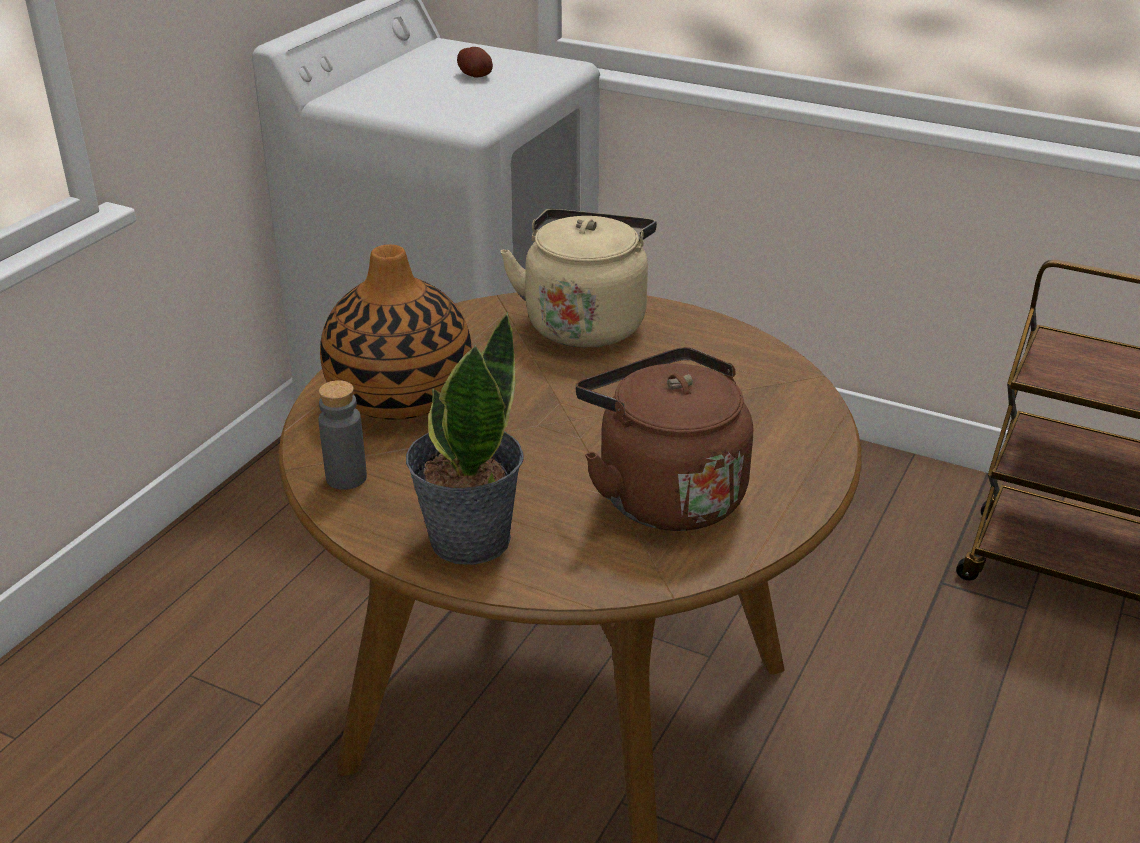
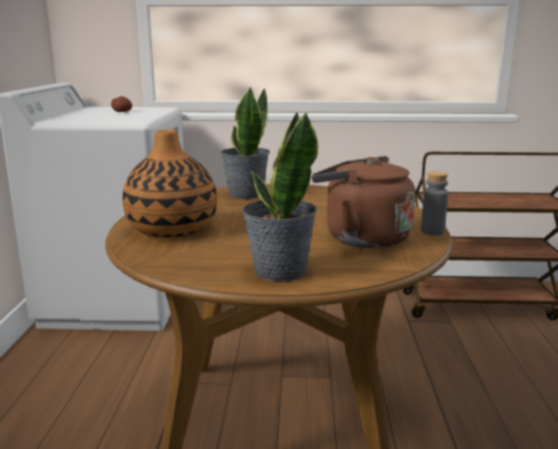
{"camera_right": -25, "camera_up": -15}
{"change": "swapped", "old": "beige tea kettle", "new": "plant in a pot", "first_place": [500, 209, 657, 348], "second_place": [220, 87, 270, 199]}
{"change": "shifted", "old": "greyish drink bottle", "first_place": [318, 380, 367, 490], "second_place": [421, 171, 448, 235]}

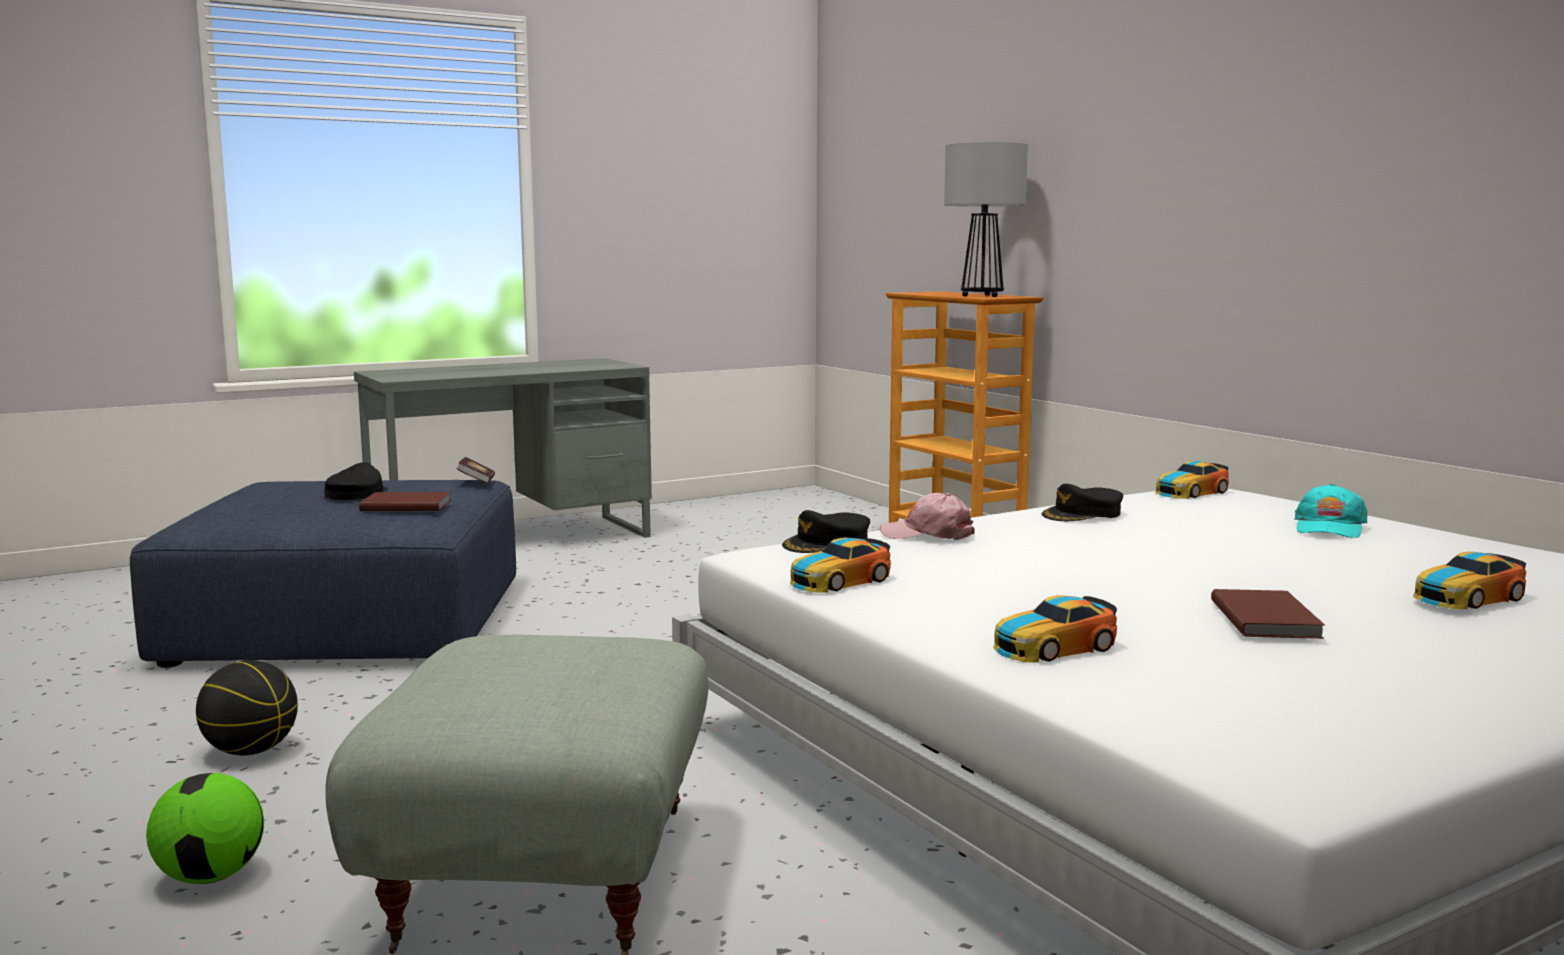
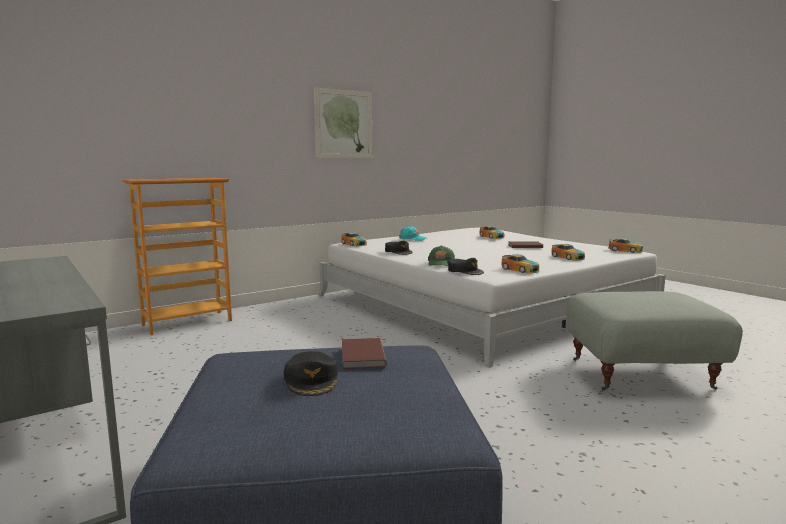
{"camera_right": -95, "camera_up": 0}
{"change": "gone", "old": "table lamp", "first_place": [944, 142, 1028, 297]}
{"change": "gone", "old": "book", "first_place": [456, 457, 495, 483]}
{"change": "rotated", "old": "black-coloured peaked cap", "first_place": [324, 462, 389, 500], "second_place": [284, 351, 338, 396], "degrees": -105}
{"change": "repainted", "old": "pink peaked cap", "new": "greenish peaked cap", "first_place": [880, 493, 975, 540], "second_place": [428, 245, 455, 266]}
{"change": "gone", "old": "basketball ball", "first_place": [196, 660, 298, 755]}
{"change": "gone", "old": "football", "first_place": [146, 773, 264, 884]}
{"change": "new", "new": "wall art", "second_place": [314, 88, 372, 158]}
{"change": "new", "new": "miniature car", "second_place": [608, 238, 643, 253]}

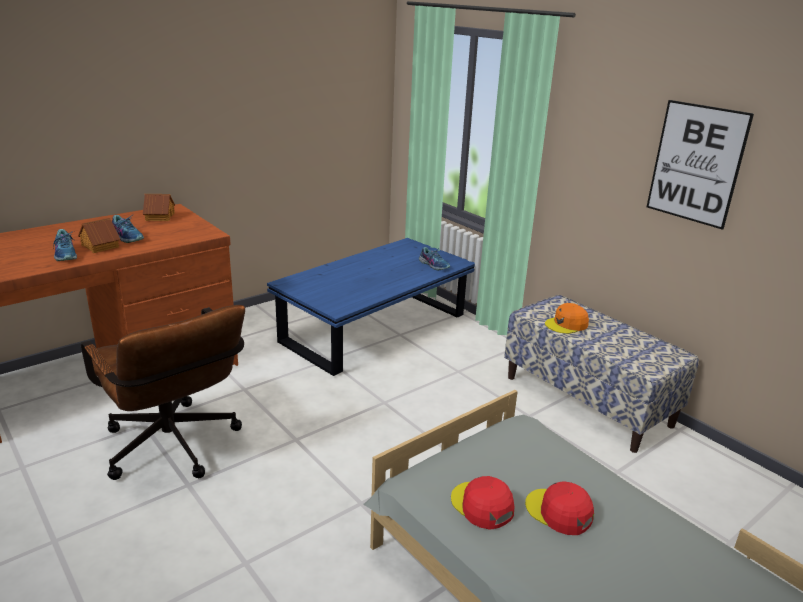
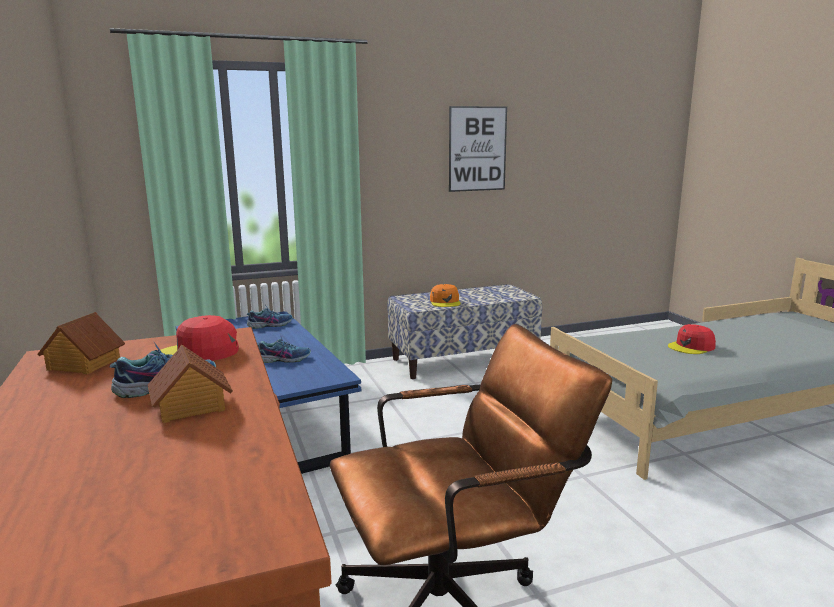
{"camera_right": -70, "camera_up": -10}
{"change": "shifted", "old": "item of footwear", "first_place": [53, 229, 77, 261], "second_place": [257, 334, 311, 363]}
{"change": "shifted", "old": "red peaked cap", "first_place": [451, 476, 514, 529], "second_place": [160, 315, 239, 361]}

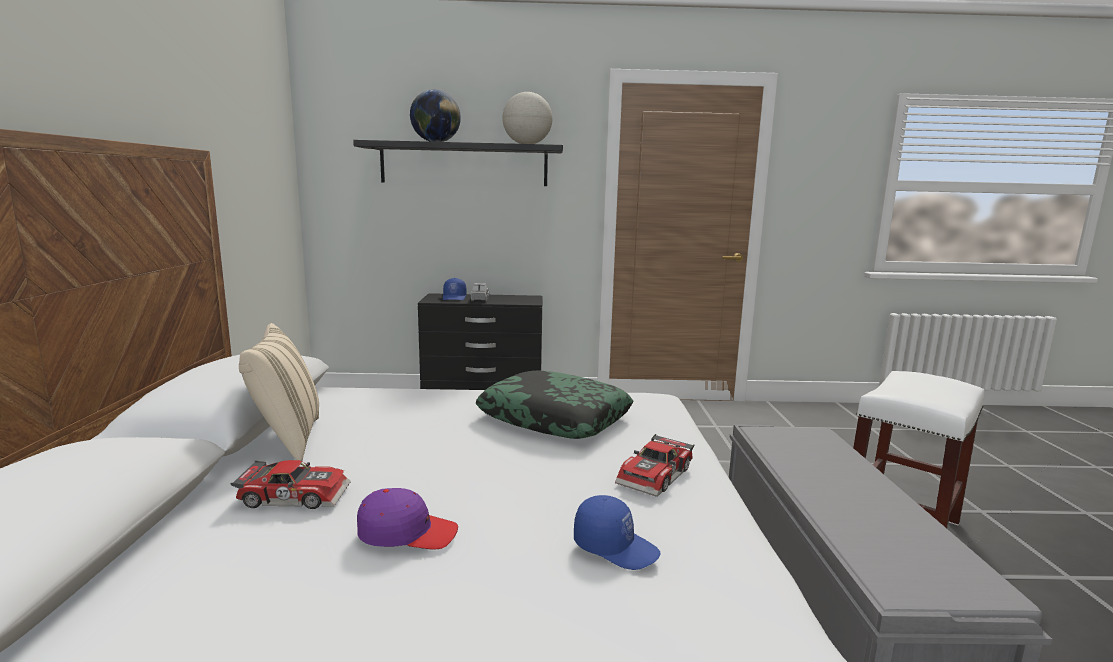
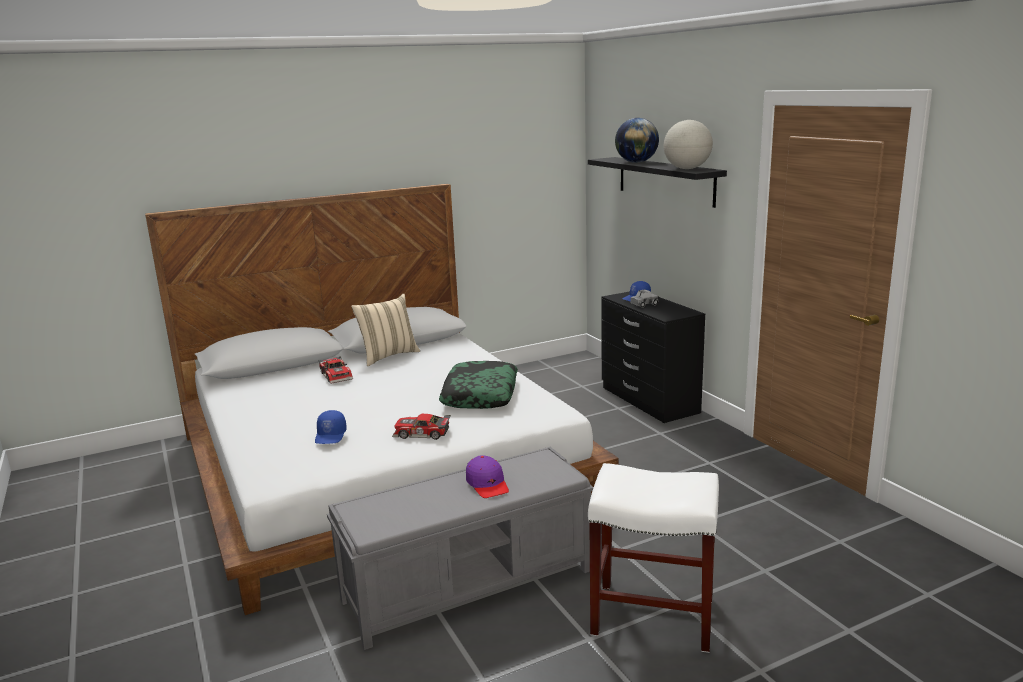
{"camera_right": 65, "camera_up": 5}
{"change": "shifted", "old": "purple-coloured peaked cap", "first_place": [357, 488, 458, 549], "second_place": [466, 456, 509, 498]}

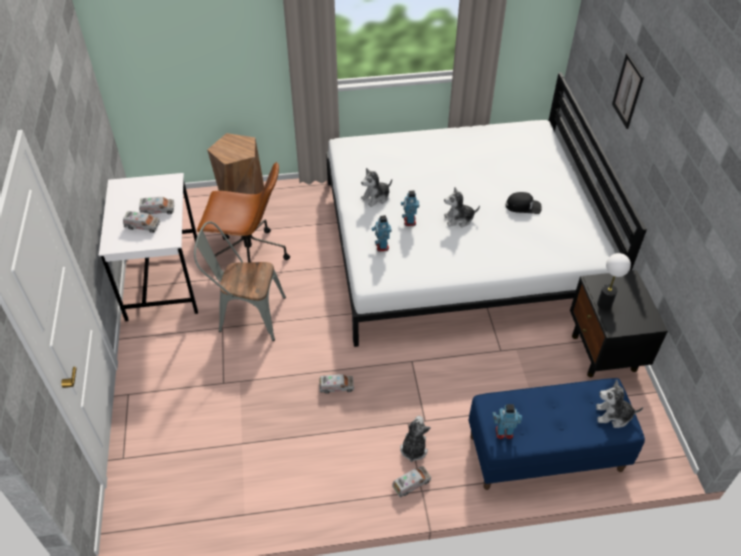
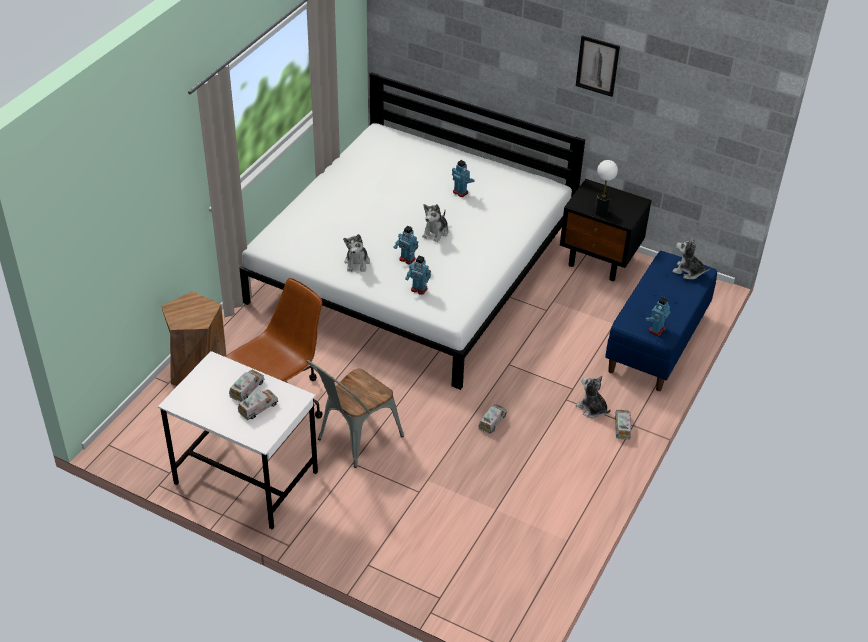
{"camera_right": -55, "camera_up": -5}
{"change": "shifted", "old": "wall art", "first_place": [612, 53, 644, 129], "second_place": [576, 35, 620, 97]}
{"change": "swapped", "old": "black-coloured peaked cap", "new": "toy robot", "first_place": [506, 192, 542, 214], "second_place": [452, 160, 475, 197]}
{"change": "rotated", "old": "cuddly toy", "first_place": [596, 379, 643, 428], "second_place": [672, 237, 711, 280], "degrees": 75}

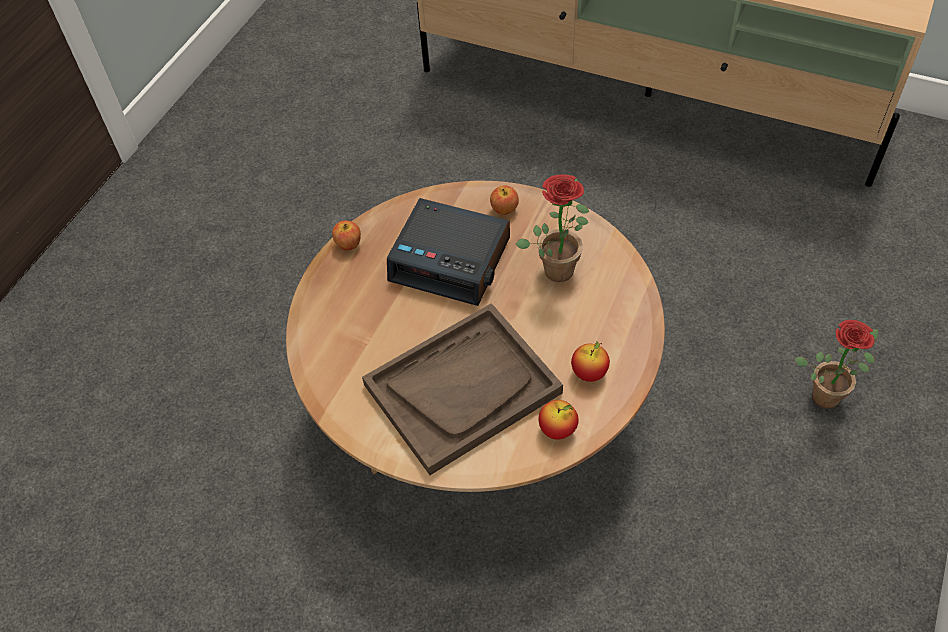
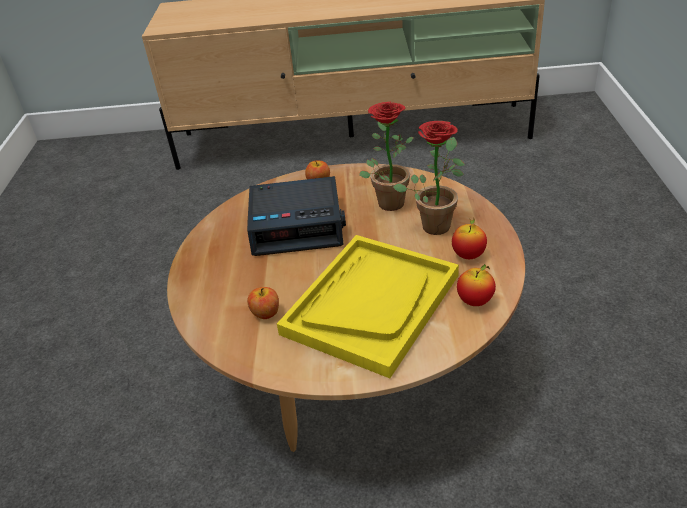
{"camera_right": -25, "camera_up": -15}
{"change": "shifted", "old": "apple", "first_place": [332, 220, 361, 250], "second_place": [247, 287, 279, 319]}
{"change": "repainted", "old": "brown tray", "new": "yellowish tray", "first_place": [362, 303, 563, 475], "second_place": [277, 235, 459, 378]}
{"change": "shifted", "old": "plant in a pot", "first_place": [795, 320, 878, 409], "second_place": [393, 121, 465, 235]}

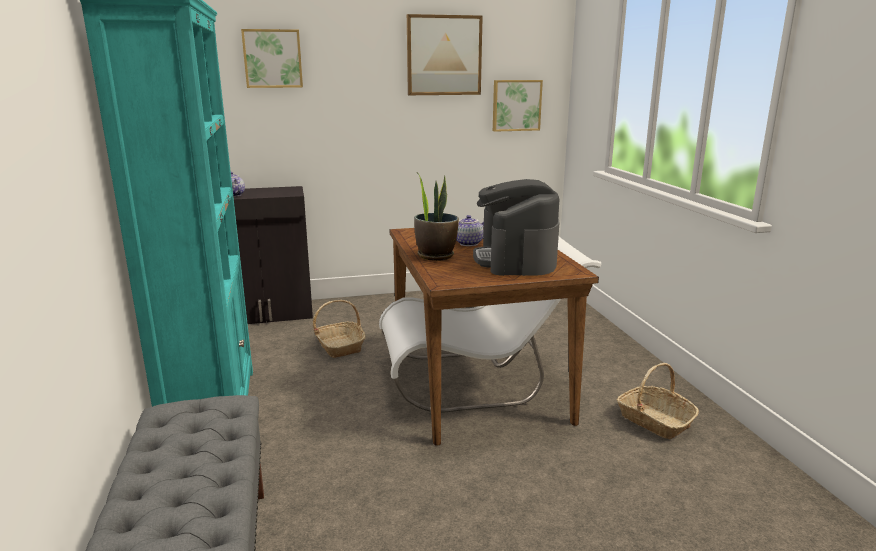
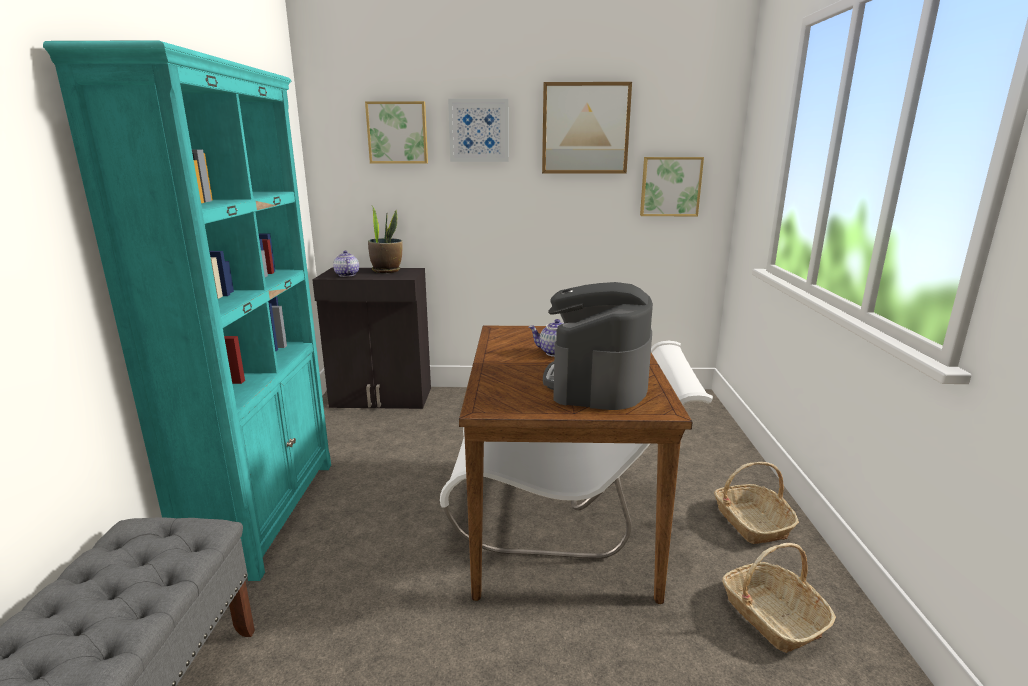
{"camera_right": 15, "camera_up": 0}
{"change": "shifted", "old": "plant in a pot", "first_place": [414, 175, 459, 261], "second_place": [368, 206, 403, 273]}
{"change": "shifted", "old": "household basket", "first_place": [313, 300, 366, 358], "second_place": [714, 462, 799, 544]}
{"change": "new", "new": "wall art", "second_place": [448, 99, 509, 162]}

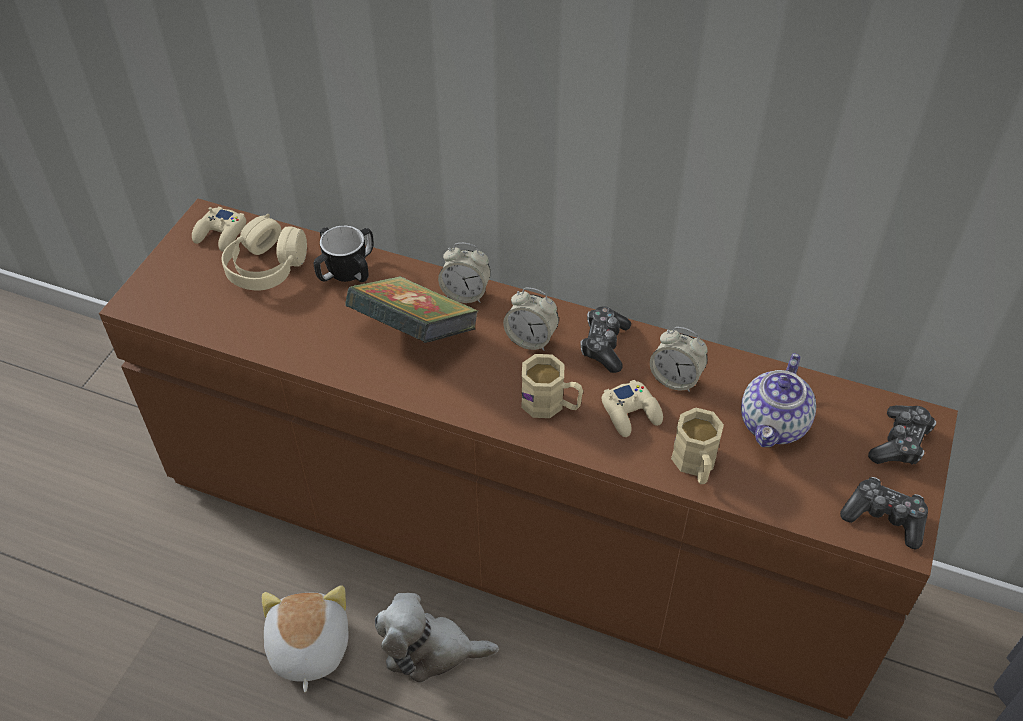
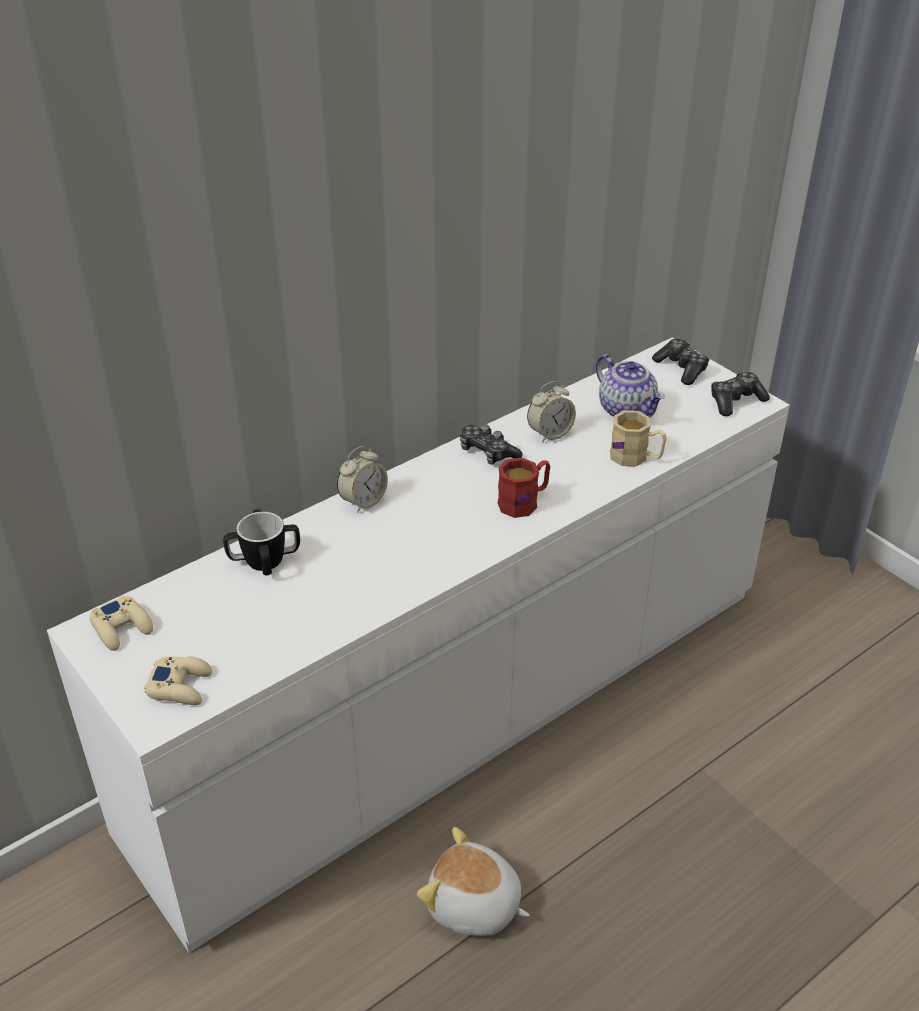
{"camera_right": -60, "camera_up": -10}
{"change": "repainted", "old": "brown dresser", "new": "white dresser", "first_place": [99, 199, 958, 719], "second_place": [47, 337, 790, 953]}
{"change": "gone", "old": "beige headphones", "first_place": [222, 214, 307, 291]}
{"change": "gone", "old": "book", "first_place": [346, 276, 478, 343]}
{"change": "gone", "old": "alarm clock", "first_place": [503, 288, 559, 351]}
{"change": "repainted", "old": "beige tea mug", "new": "red tea mug", "first_place": [521, 354, 583, 418], "second_place": [498, 458, 550, 518]}
{"change": "shifted", "old": "beige joypad", "first_place": [602, 380, 663, 437], "second_place": [144, 656, 212, 705]}
{"change": "gone", "old": "cuddly toy", "first_place": [375, 593, 499, 683]}

